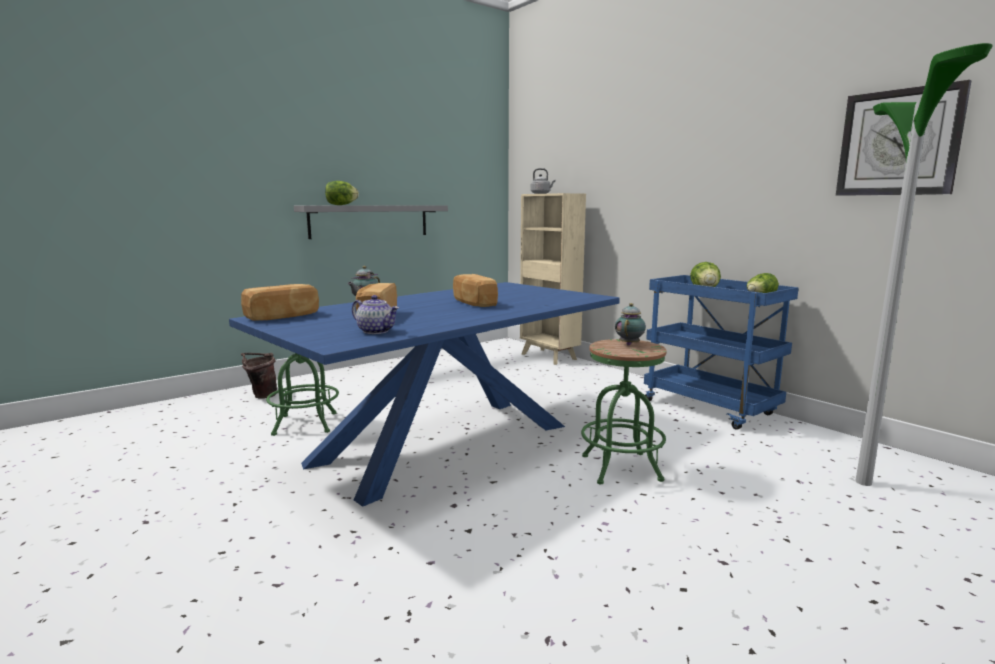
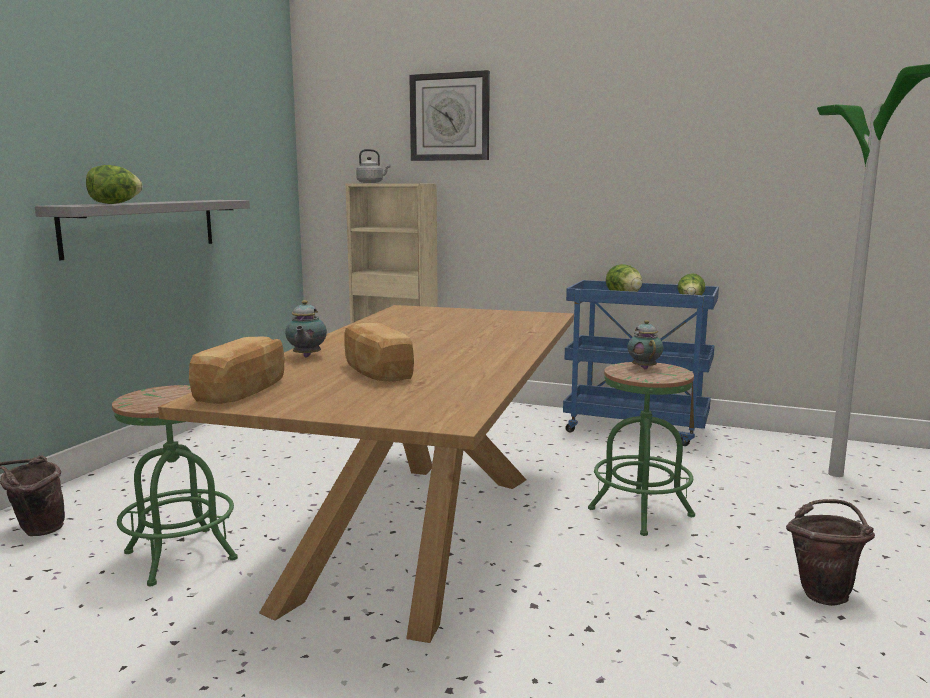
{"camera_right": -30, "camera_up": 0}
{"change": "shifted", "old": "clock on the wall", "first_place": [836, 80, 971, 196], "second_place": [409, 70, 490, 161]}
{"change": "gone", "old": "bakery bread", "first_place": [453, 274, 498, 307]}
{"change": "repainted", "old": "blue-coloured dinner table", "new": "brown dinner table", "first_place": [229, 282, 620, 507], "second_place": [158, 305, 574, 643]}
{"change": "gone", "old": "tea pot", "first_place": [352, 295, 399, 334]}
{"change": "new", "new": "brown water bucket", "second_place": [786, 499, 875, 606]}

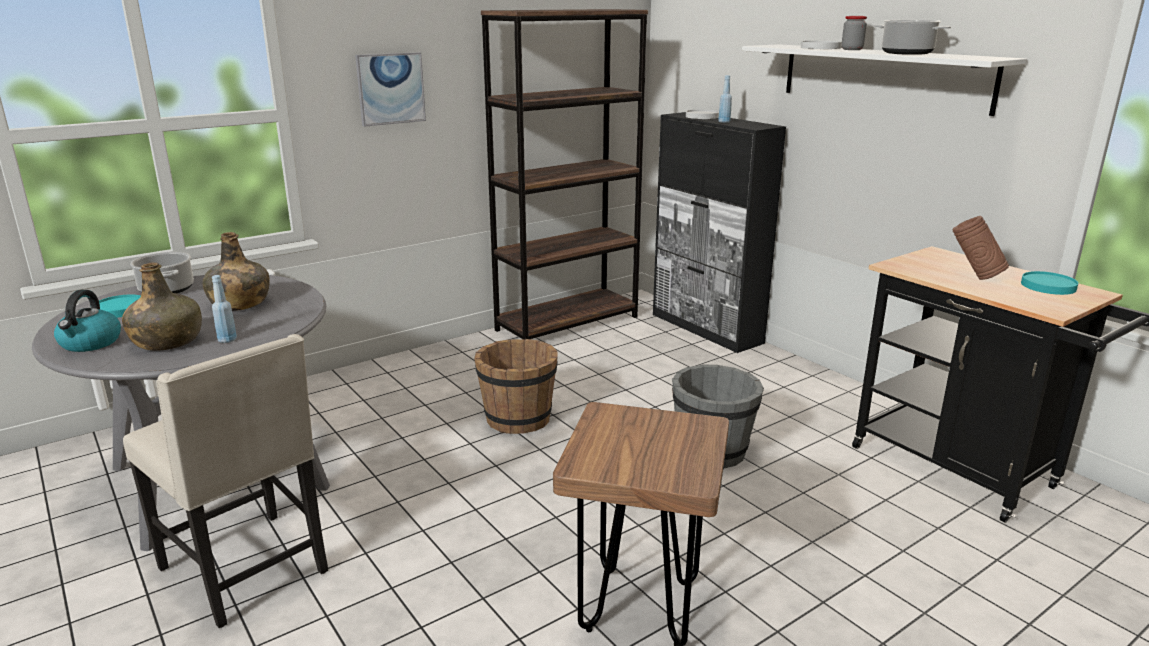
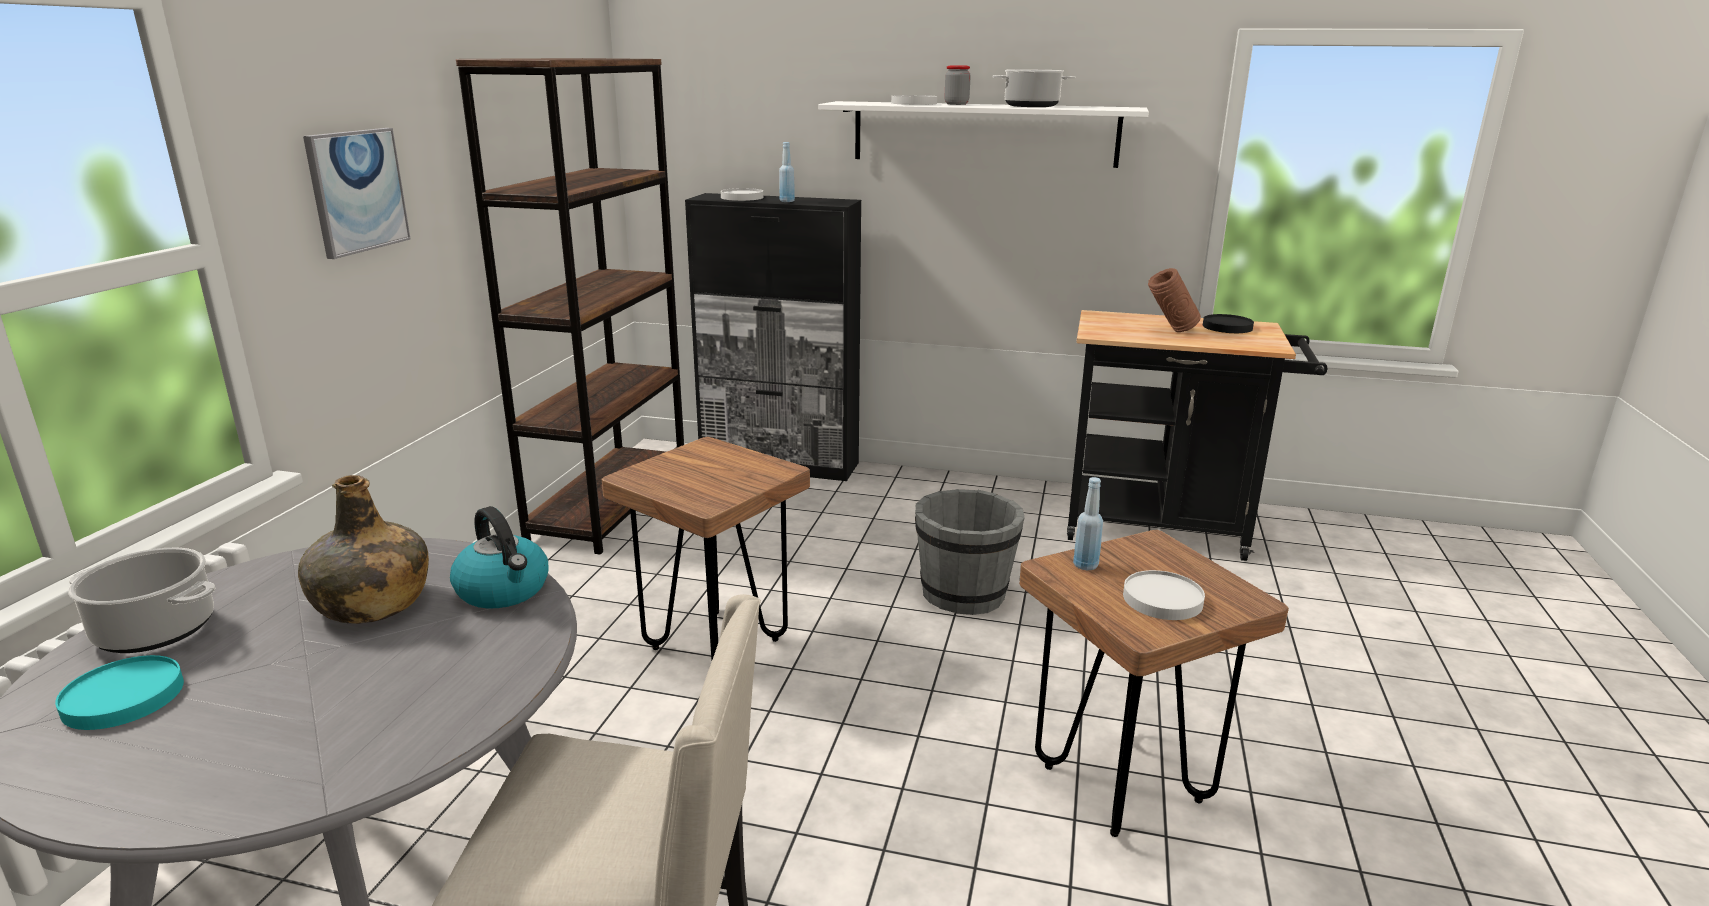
{"camera_right": -40, "camera_up": 0}
{"change": "gone", "old": "greenish drink bottle", "first_place": [122, 262, 202, 351]}
{"change": "repainted", "old": "turquoise-coloured flat dish", "new": "black-coloured flat dish", "first_place": [1021, 271, 1078, 295], "second_place": [1203, 314, 1254, 333]}
{"change": "shifted", "old": "blue-coloured drink bottle", "first_place": [212, 275, 237, 343], "second_place": [1073, 477, 1103, 570]}
{"change": "shifted", "old": "tea kettle", "first_place": [54, 290, 121, 352], "second_place": [450, 506, 549, 608]}
{"change": "swapped", "old": "brown water bucket", "new": "brown stool", "first_place": [474, 339, 558, 434], "second_place": [602, 437, 810, 660]}
{"change": "new", "new": "white flat dish", "second_place": [1123, 570, 1205, 620]}

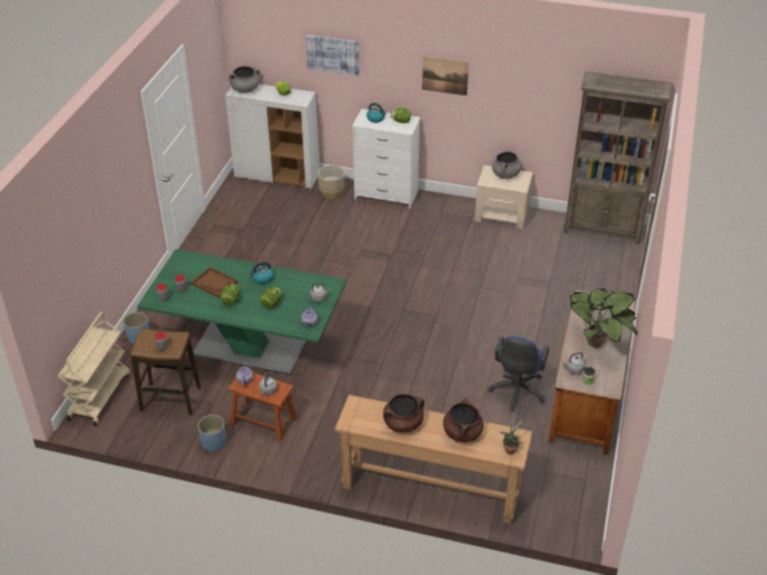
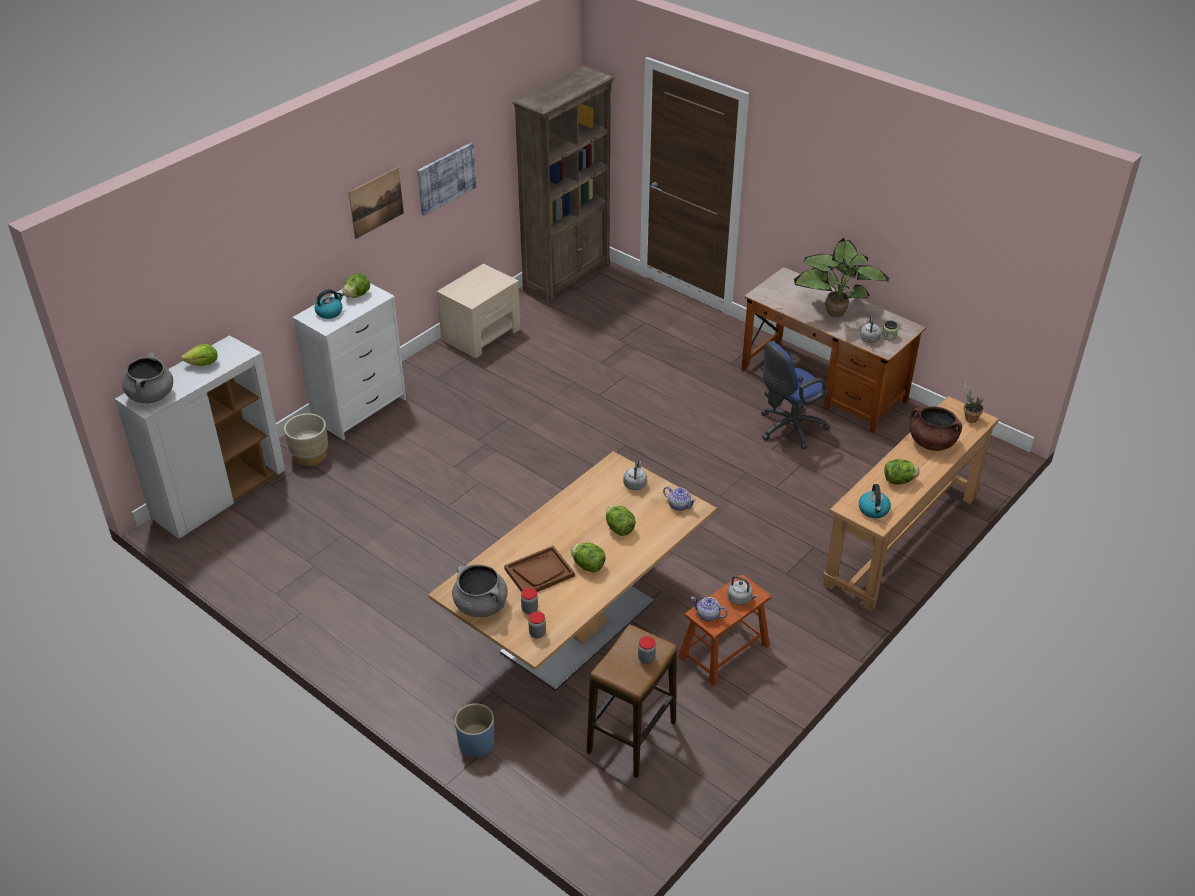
{"camera_right": -65, "camera_up": 0}
{"change": "shifted", "old": "wall art", "first_place": [306, 35, 359, 75], "second_place": [417, 142, 476, 216]}
{"change": "shifted", "old": "greyish cooking pot", "first_place": [492, 149, 522, 179], "second_place": [452, 564, 508, 617]}
{"change": "repainted", "old": "greenish dinner table", "new": "beige dinner table", "first_place": [137, 249, 347, 375], "second_place": [428, 451, 717, 691]}
{"change": "shifted", "old": "tea kettle", "first_place": [249, 262, 274, 284], "second_place": [859, 484, 891, 518]}
{"change": "gone", "old": "beige trolley", "first_place": [58, 312, 130, 426]}
{"change": "rotated", "old": "blue-coloured desk chair", "first_place": [488, 336, 549, 411], "second_place": [761, 341, 830, 449], "degrees": 105}
{"change": "swapped", "old": "brown cooking pot", "new": "lettuce head", "first_place": [383, 394, 424, 433], "second_place": [884, 459, 920, 485]}
{"change": "gone", "old": "blue-coloured plant pot", "first_place": [197, 415, 226, 452]}

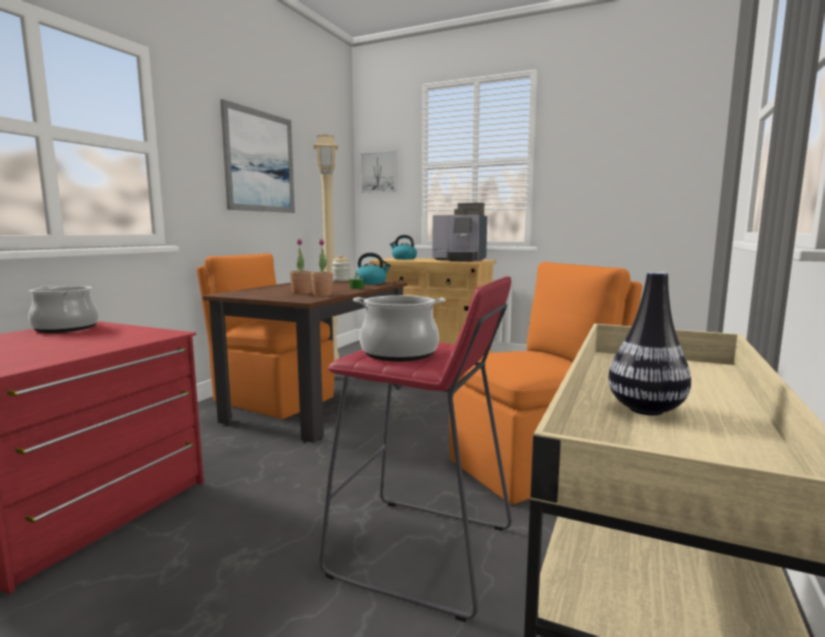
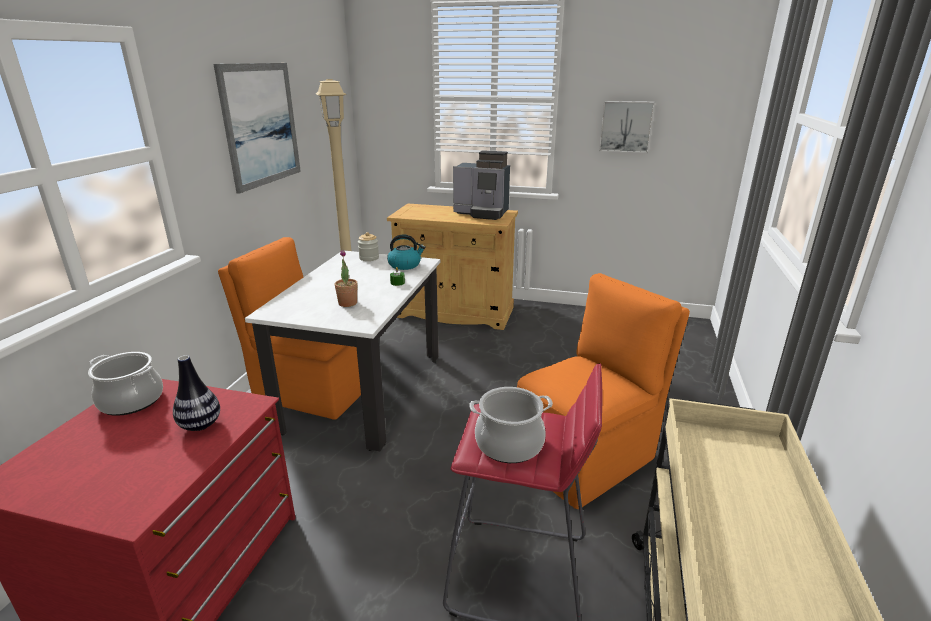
{"camera_right": -10, "camera_up": 15}
{"change": "shifted", "old": "wall art", "first_place": [360, 151, 397, 193], "second_place": [599, 101, 655, 153]}
{"change": "gone", "old": "tea kettle", "first_place": [390, 235, 417, 259]}
{"change": "gone", "old": "plant in a pot", "first_place": [311, 239, 333, 296]}
{"change": "shifted", "old": "flower vase", "first_place": [608, 272, 691, 415], "second_place": [173, 355, 220, 431]}
{"change": "repainted", "old": "brown dinner table", "new": "white dinner table", "first_place": [203, 281, 407, 443], "second_place": [245, 251, 440, 451]}

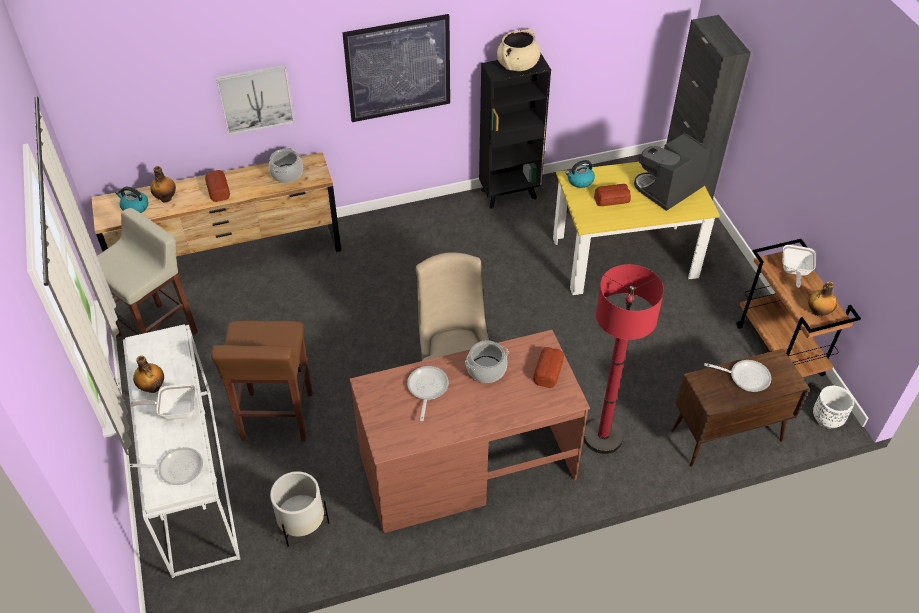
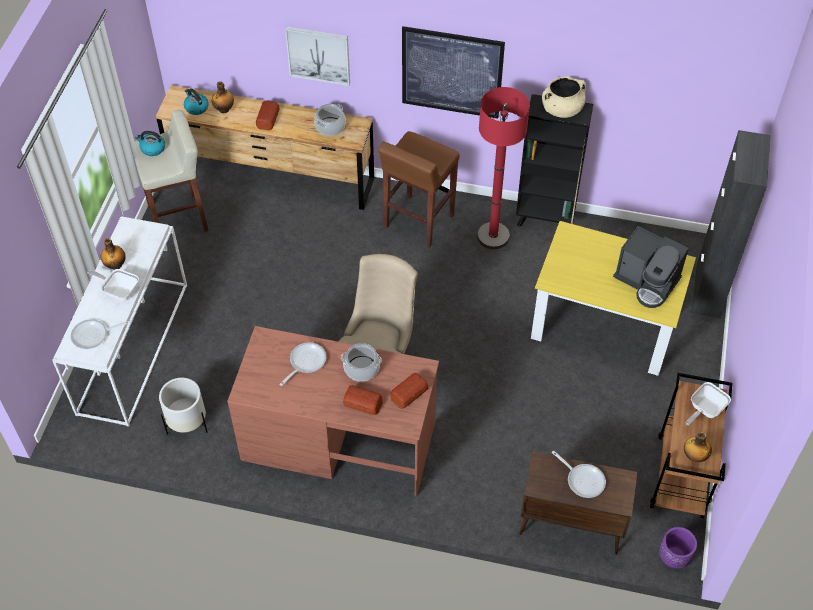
{"camera_right": 30, "camera_up": 5}
{"change": "rotated", "old": "coffee machine", "first_place": [634, 133, 710, 211], "second_place": [613, 226, 689, 308], "degrees": -135}
{"change": "shifted", "old": "tea kettle", "first_place": [566, 160, 595, 188], "second_place": [135, 131, 165, 156]}
{"change": "shifted", "old": "bakery bread", "first_place": [594, 184, 631, 206], "second_place": [343, 385, 383, 415]}
{"change": "shifted", "old": "red standing lamp", "first_place": [584, 264, 664, 454], "second_place": [477, 87, 530, 249]}
{"change": "shifted", "old": "brown stool", "first_place": [211, 320, 312, 442], "second_place": [378, 131, 460, 248]}
{"change": "repainted", "old": "white plant pot", "new": "purple-coloured plant pot", "first_place": [813, 386, 854, 428], "second_place": [659, 527, 697, 568]}
{"change": "rotated", "old": "skillet", "first_place": [127, 447, 203, 485], "second_place": [71, 319, 131, 349], "degrees": 135}

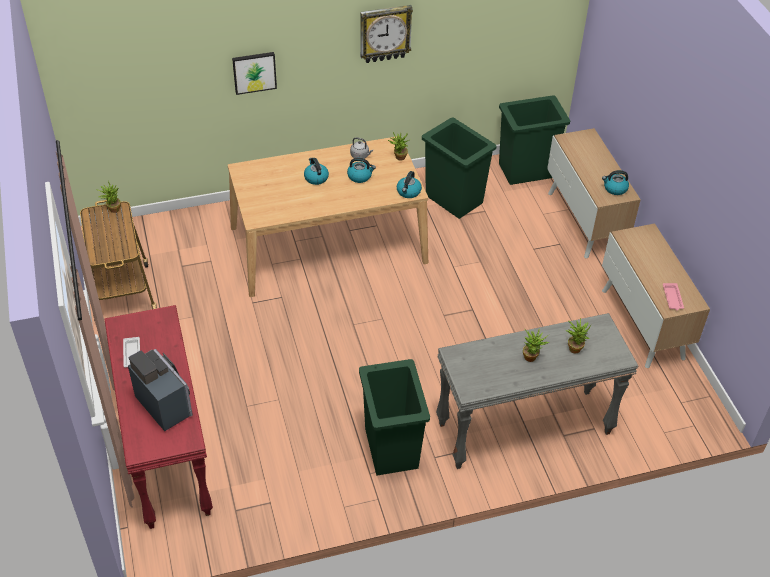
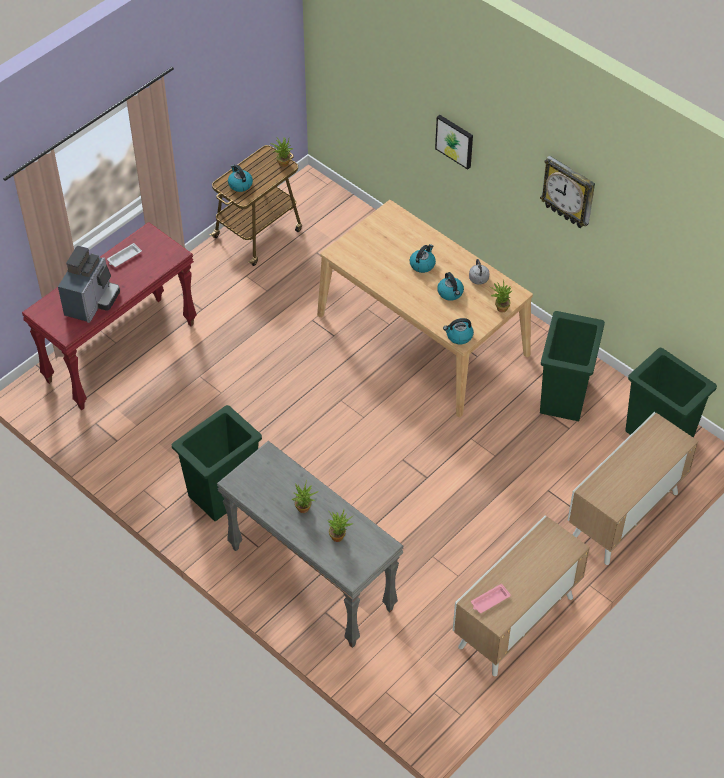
{"camera_right": 60, "camera_up": 5}
{"change": "shifted", "old": "tea kettle", "first_place": [602, 170, 629, 195], "second_place": [228, 165, 253, 192]}

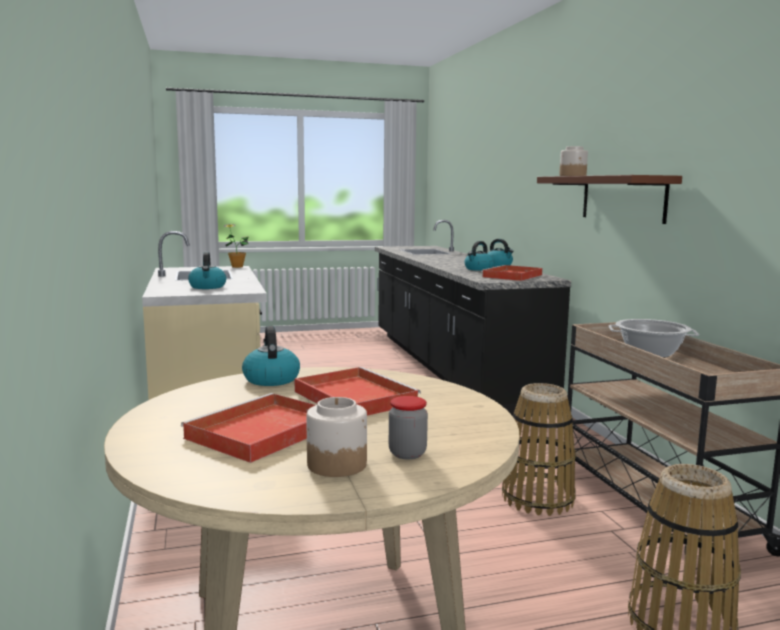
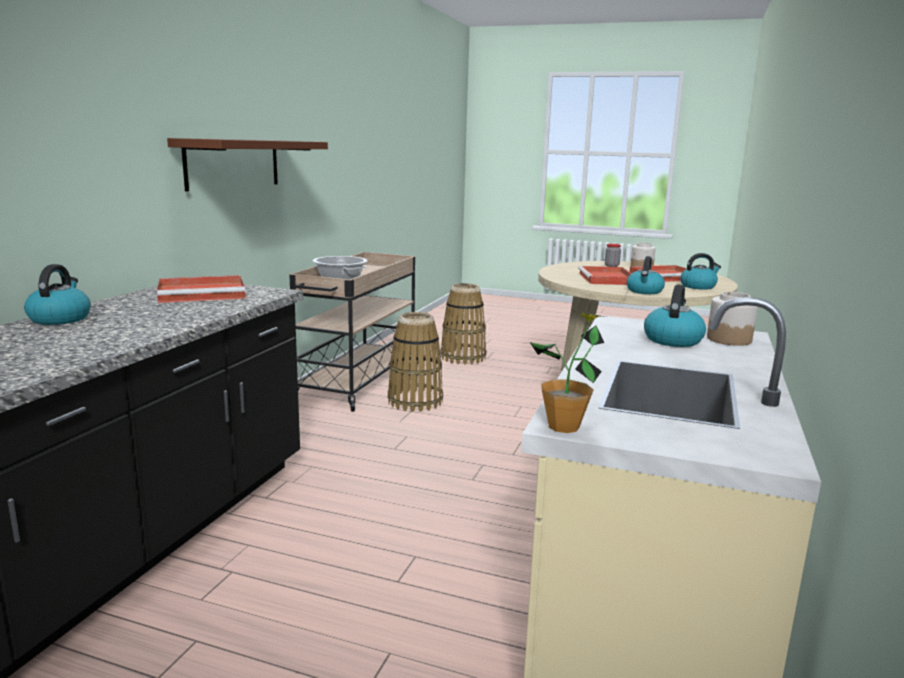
{"camera_right": -145, "camera_up": 5}
{"change": "shifted", "old": "preserve jar", "first_place": [559, 146, 588, 176], "second_place": [707, 292, 758, 346]}
{"change": "shifted", "old": "tea kettle", "first_place": [464, 241, 494, 271], "second_place": [680, 253, 721, 290]}

